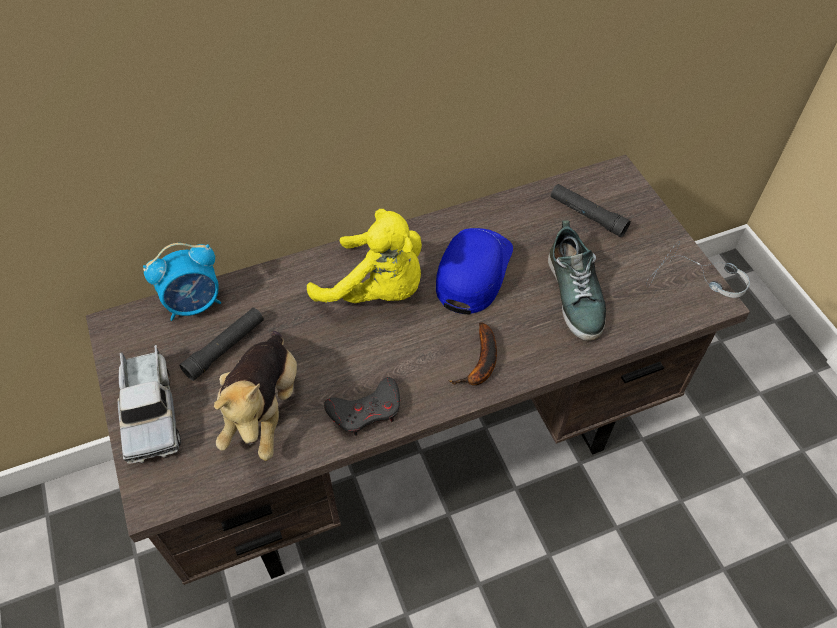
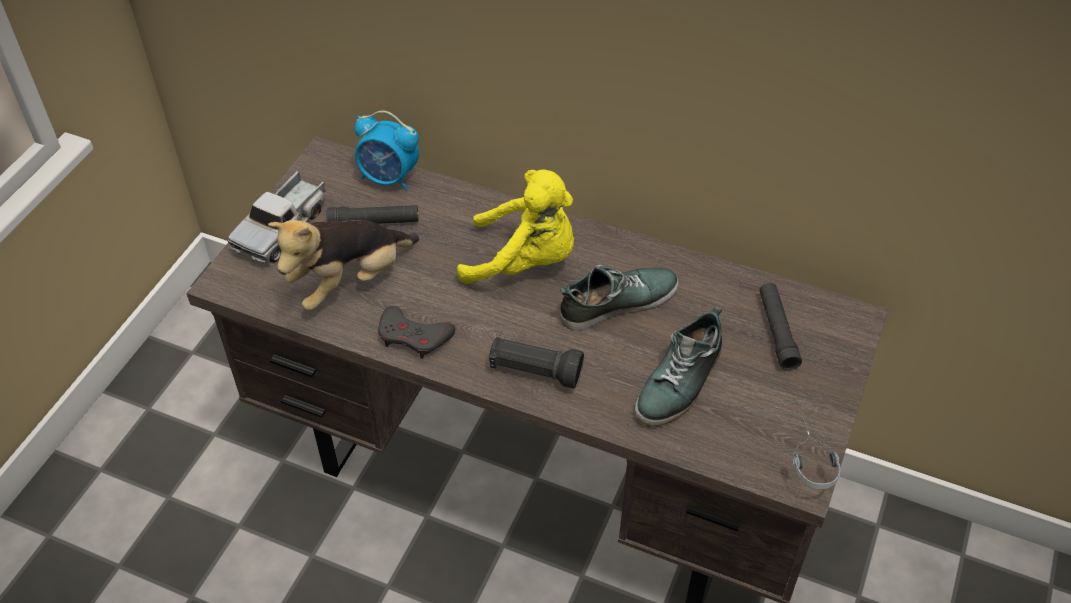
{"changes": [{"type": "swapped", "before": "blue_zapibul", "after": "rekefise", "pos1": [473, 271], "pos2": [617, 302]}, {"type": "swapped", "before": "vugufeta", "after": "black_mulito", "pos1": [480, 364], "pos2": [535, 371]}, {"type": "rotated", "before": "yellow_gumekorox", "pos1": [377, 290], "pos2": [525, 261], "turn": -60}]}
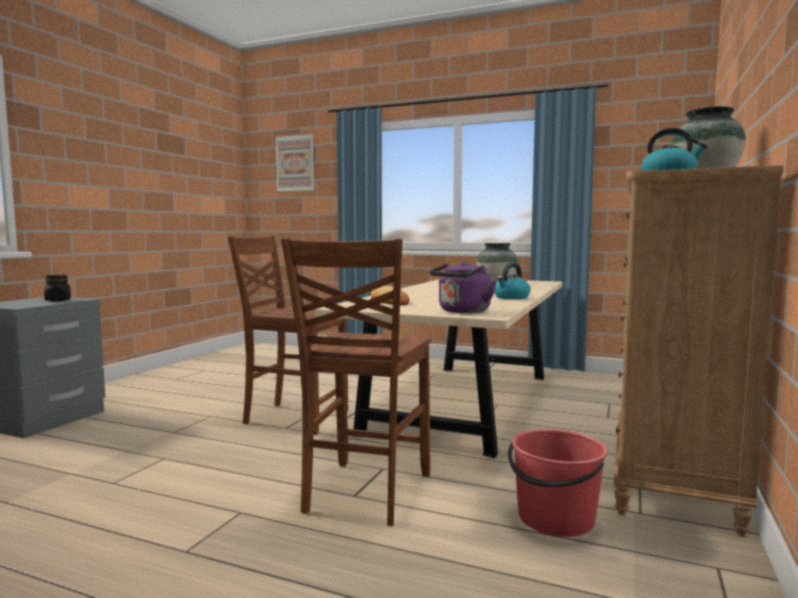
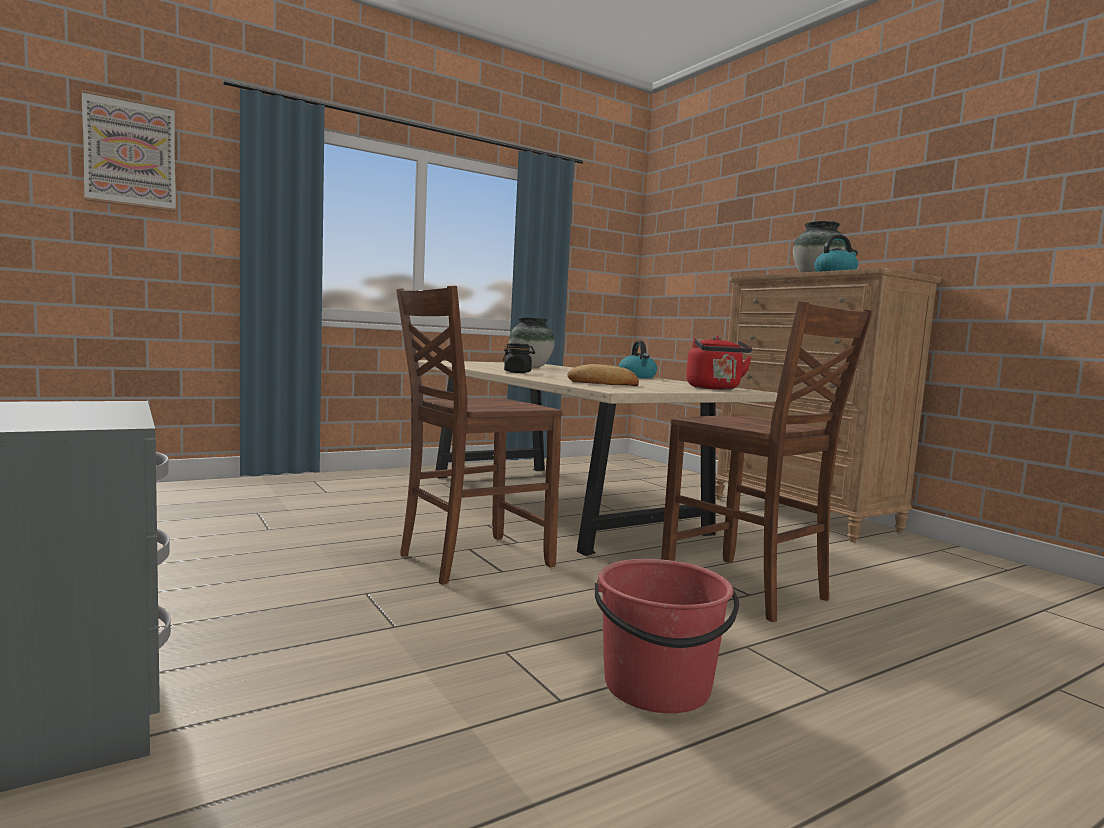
{"changes": [{"type": "shifted", "before": "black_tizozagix", "pos1": [58, 300], "pos2": [518, 372]}, {"type": "shifted", "before": "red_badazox", "pos1": [555, 519], "pos2": [657, 687]}, {"type": "repainted", "before": "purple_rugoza", "after": "red_rugoza", "pos1": [462, 311], "pos2": [715, 388]}]}
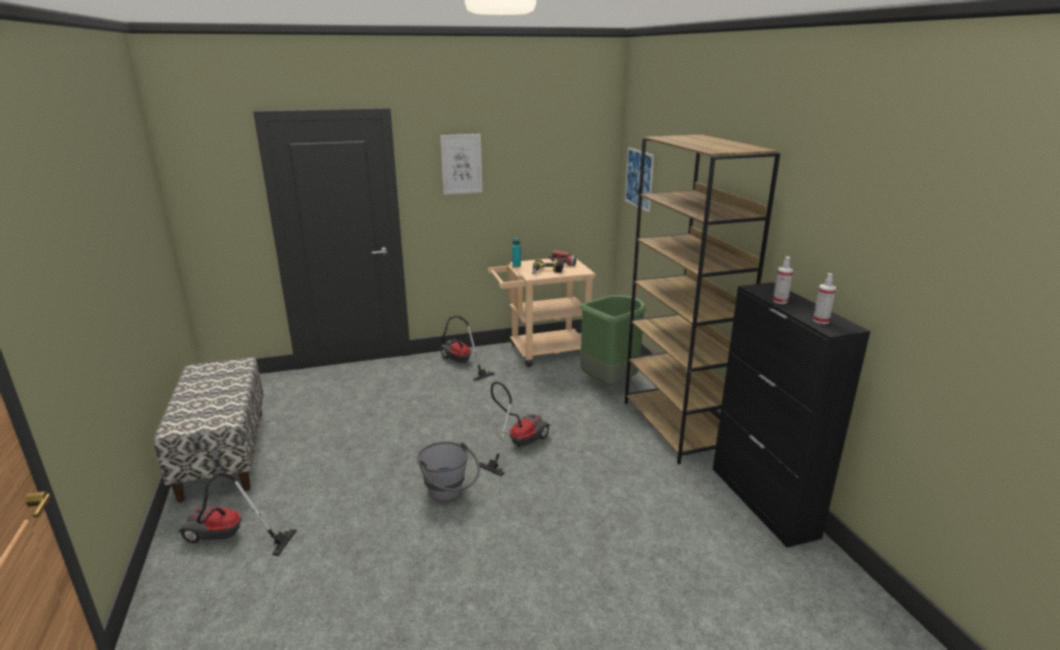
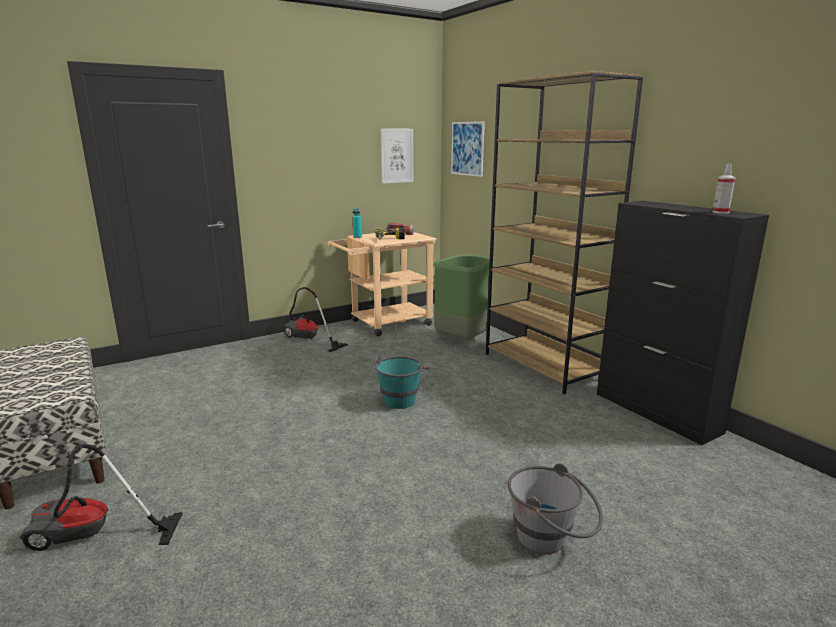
{"changes": [{"type": "gone", "before": "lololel", "pos1": [780, 301]}, {"type": "shifted", "before": "grey_badazox", "pos1": [449, 493], "pos2": [551, 541]}, {"type": "shifted", "before": "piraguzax", "pos1": [461, 164], "pos2": [397, 156]}, {"type": "swapped", "before": "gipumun", "after": "turquoise_badazox", "pos1": [517, 444], "pos2": [401, 398]}]}
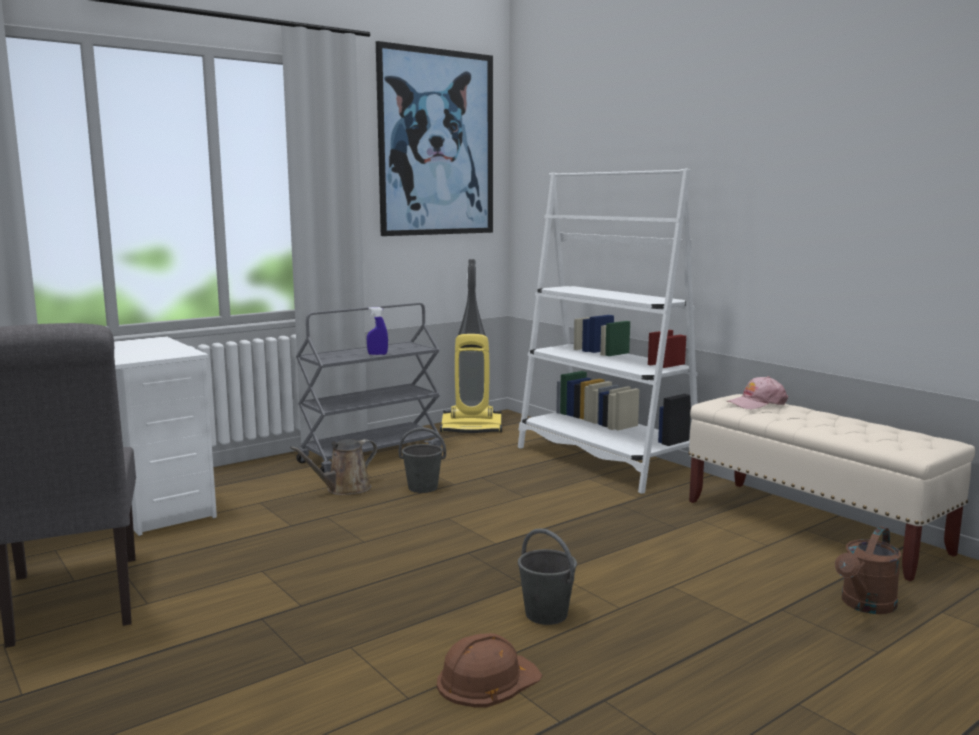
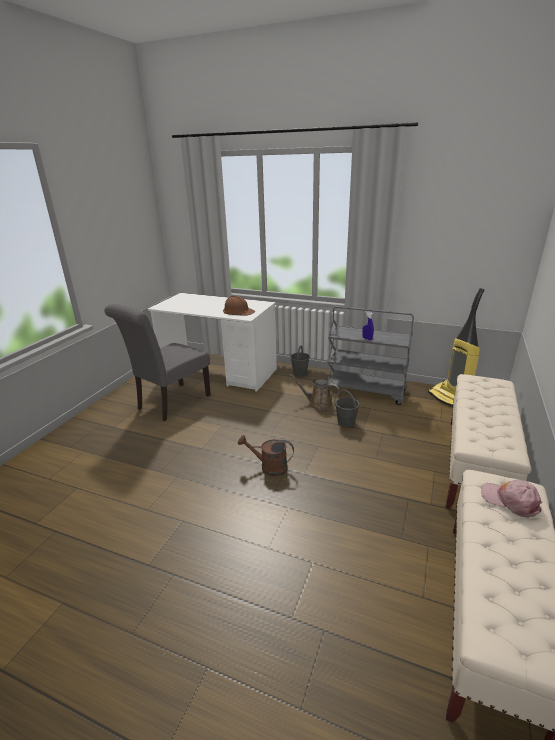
{"changes": [{"type": "gone", "before": "piraguzax", "pos1": [436, 143]}, {"type": "shifted", "before": "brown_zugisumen", "pos1": [487, 679], "pos2": [238, 311]}, {"type": "shifted", "before": "grey_badazox", "pos1": [545, 614], "pos2": [300, 373]}, {"type": "shifted", "before": "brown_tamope", "pos1": [865, 605], "pos2": [269, 467]}, {"type": "swapped", "before": "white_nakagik", "after": "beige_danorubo", "pos1": [604, 460], "pos2": [475, 466]}]}
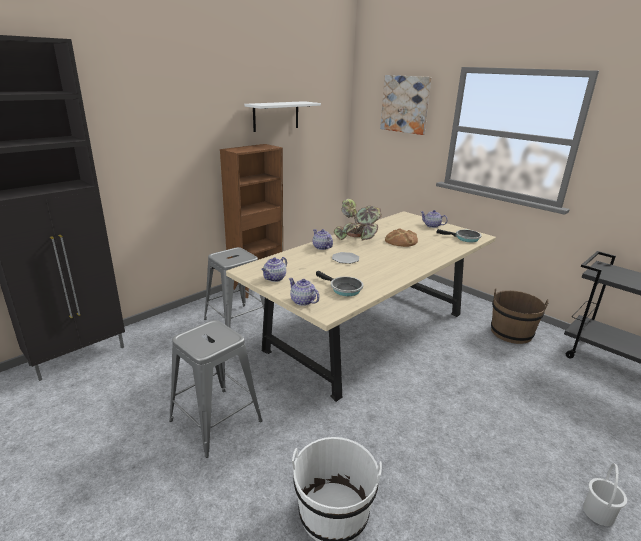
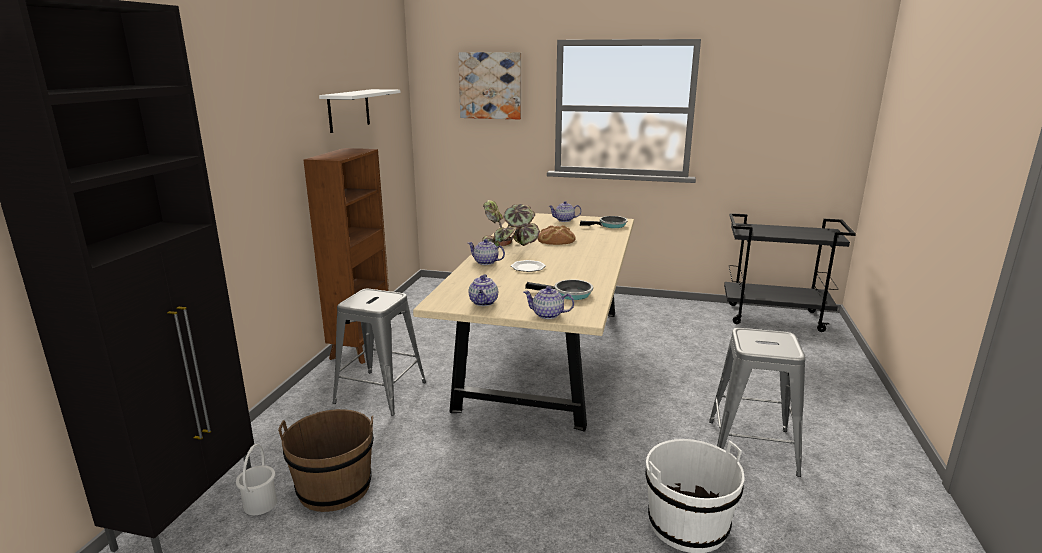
{"changes": [{"type": "shifted", "before": "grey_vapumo", "pos1": [216, 421], "pos2": [752, 447]}, {"type": "shifted", "before": "brown_badazox", "pos1": [511, 333], "pos2": [334, 487]}, {"type": "shifted", "before": "white_badazox", "pos1": [599, 513], "pos2": [261, 504]}]}
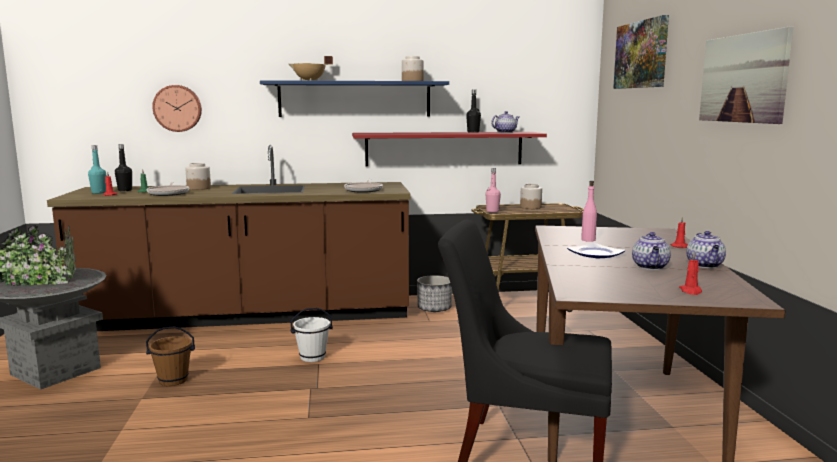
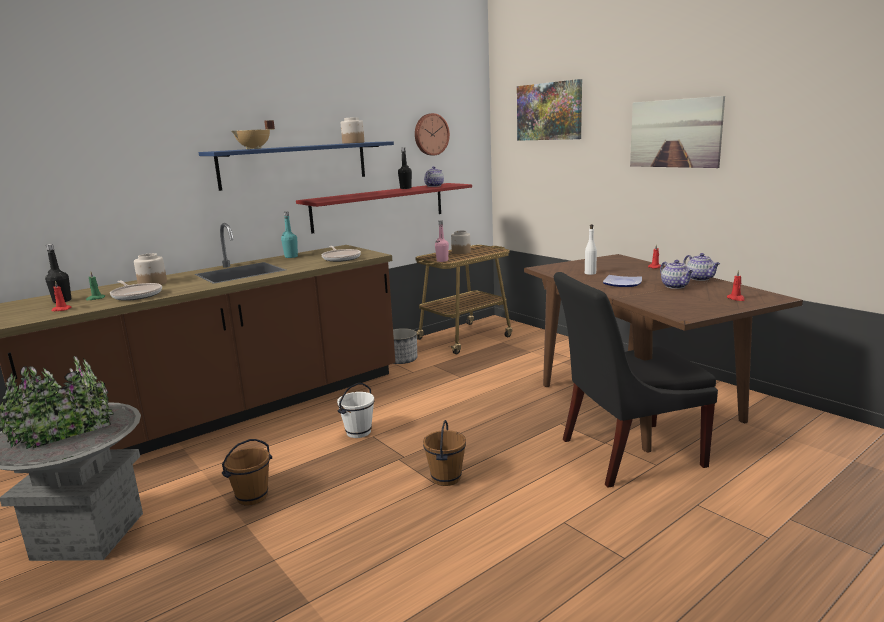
{"changes": [{"type": "new", "after": "brown_badazox", "pos2": [445, 478]}, {"type": "shifted", "before": "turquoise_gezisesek", "pos1": [99, 192], "pos2": [291, 257]}, {"type": "shifted", "before": "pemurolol", "pos1": [177, 108], "pos2": [430, 134]}, {"type": "repainted", "before": "pink_gezisesek", "after": "white_gezisesek", "pos1": [588, 240], "pos2": [590, 273]}]}
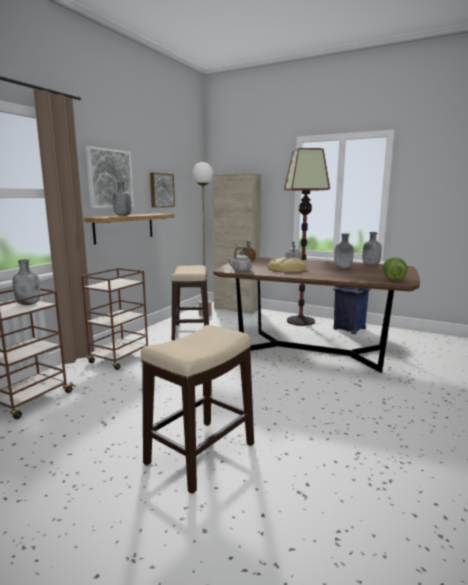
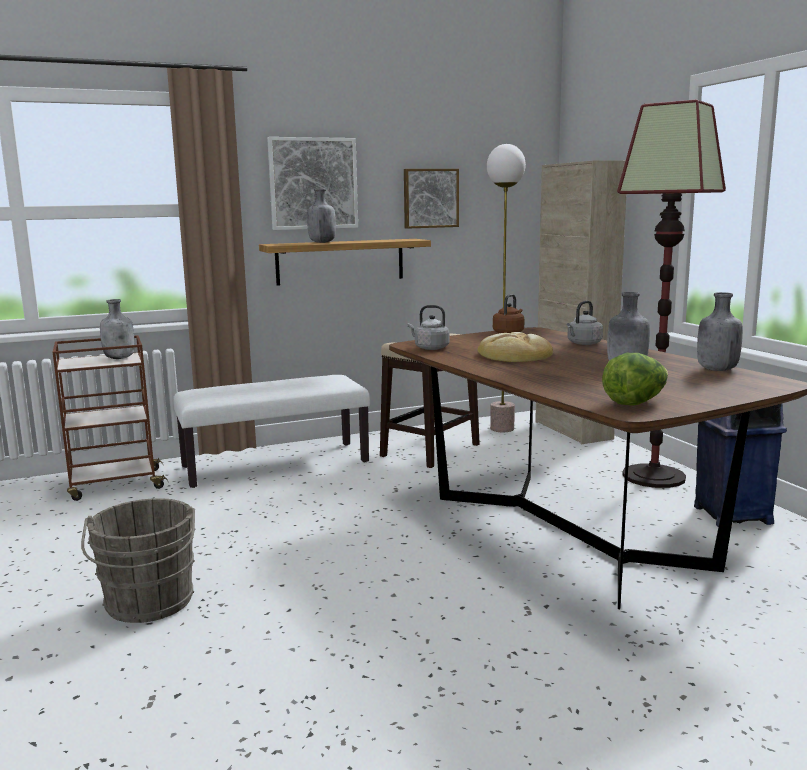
{"changes": [{"type": "swapped", "before": "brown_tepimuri", "after": "white_danorubo", "pos1": [120, 358], "pos2": [276, 464]}, {"type": "swapped", "before": "vapumo", "after": "grey_badazox", "pos1": [201, 453], "pos2": [149, 604]}]}
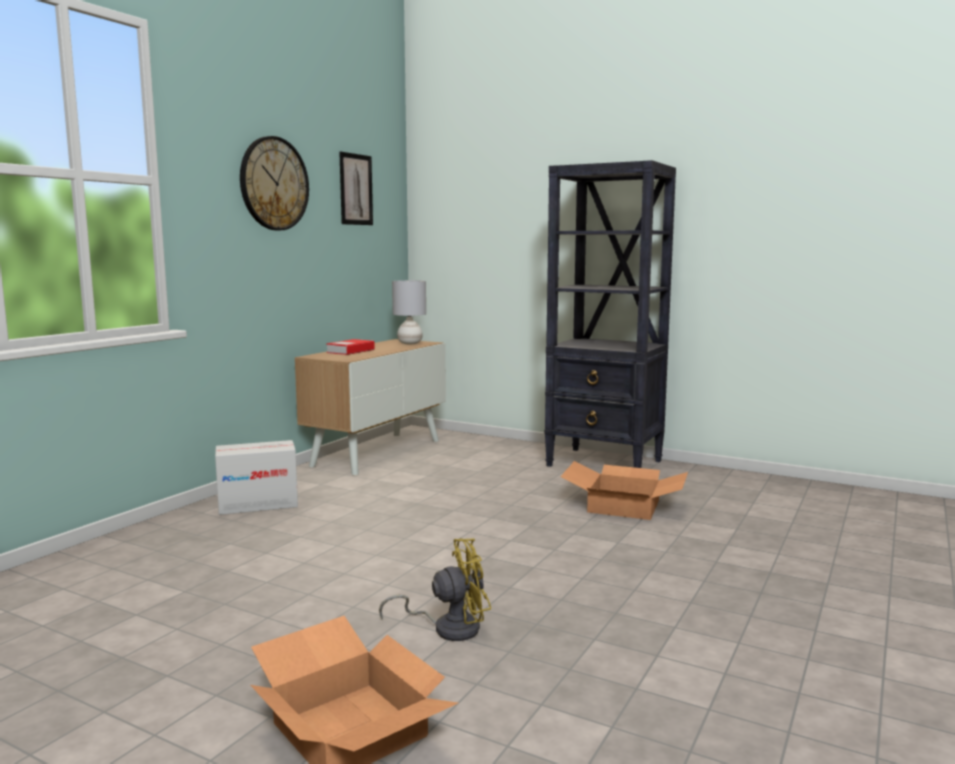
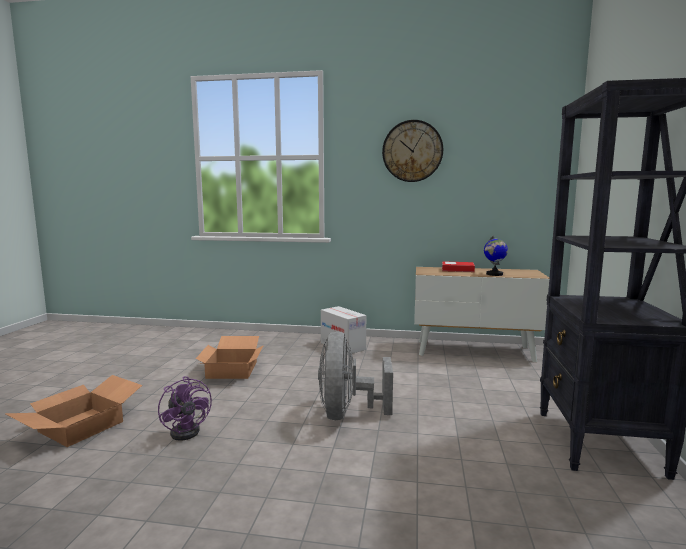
{"changes": [{"type": "gone", "before": "piraguzax", "pos1": [356, 189]}, {"type": "gone", "before": "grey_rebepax", "pos1": [409, 343]}, {"type": "new", "after": "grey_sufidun", "pos2": [348, 413]}, {"type": "new", "after": "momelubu", "pos2": [494, 274]}, {"type": "shifted", "before": "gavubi", "pos1": [625, 506], "pos2": [232, 370]}, {"type": "repainted", "before": "yellow_sufidun", "after": "purple_sufidun", "pos1": [448, 628], "pos2": [189, 430]}]}
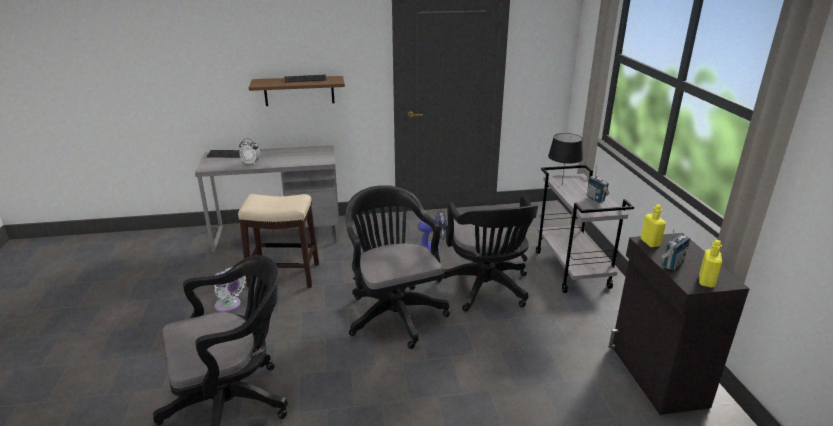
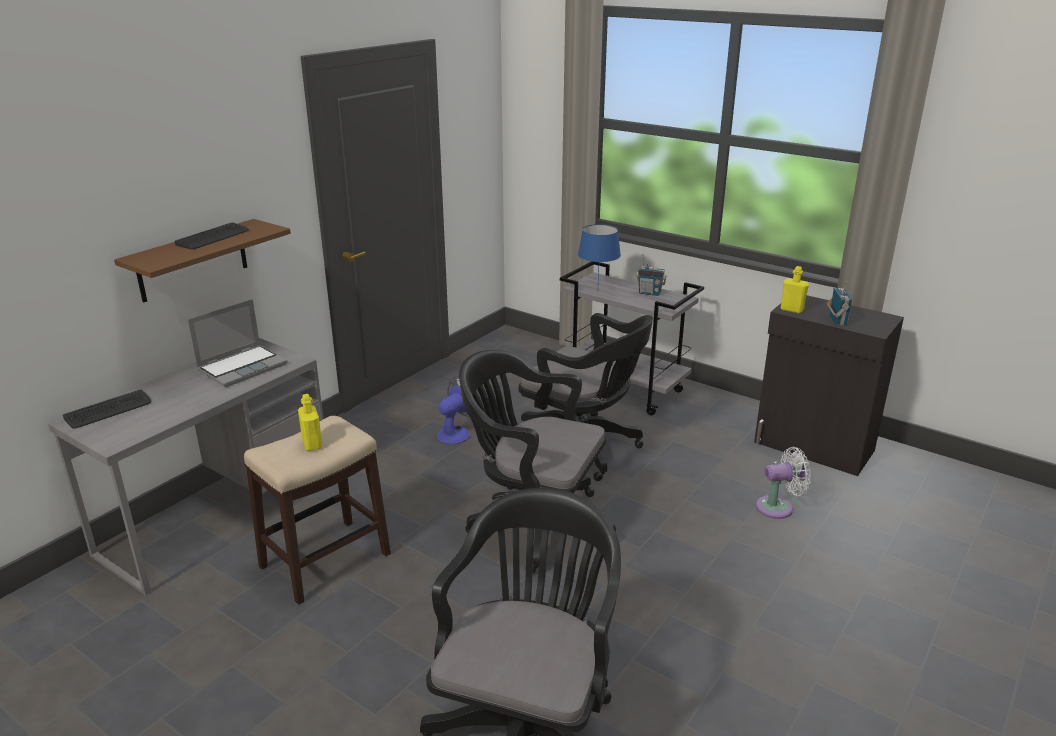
{"changes": [{"type": "gone", "before": "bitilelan", "pos1": [251, 163]}, {"type": "new", "after": "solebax", "pos2": [243, 367]}, {"type": "shifted", "before": "white_sufidun", "pos1": [229, 306], "pos2": [778, 507]}, {"type": "shifted", "before": "yellow_gezisesek", "pos1": [706, 281], "pos2": [312, 444]}, {"type": "repainted", "before": "black_rebepax", "after": "blue_rebepax", "pos1": [562, 185], "pos2": [598, 290]}]}
